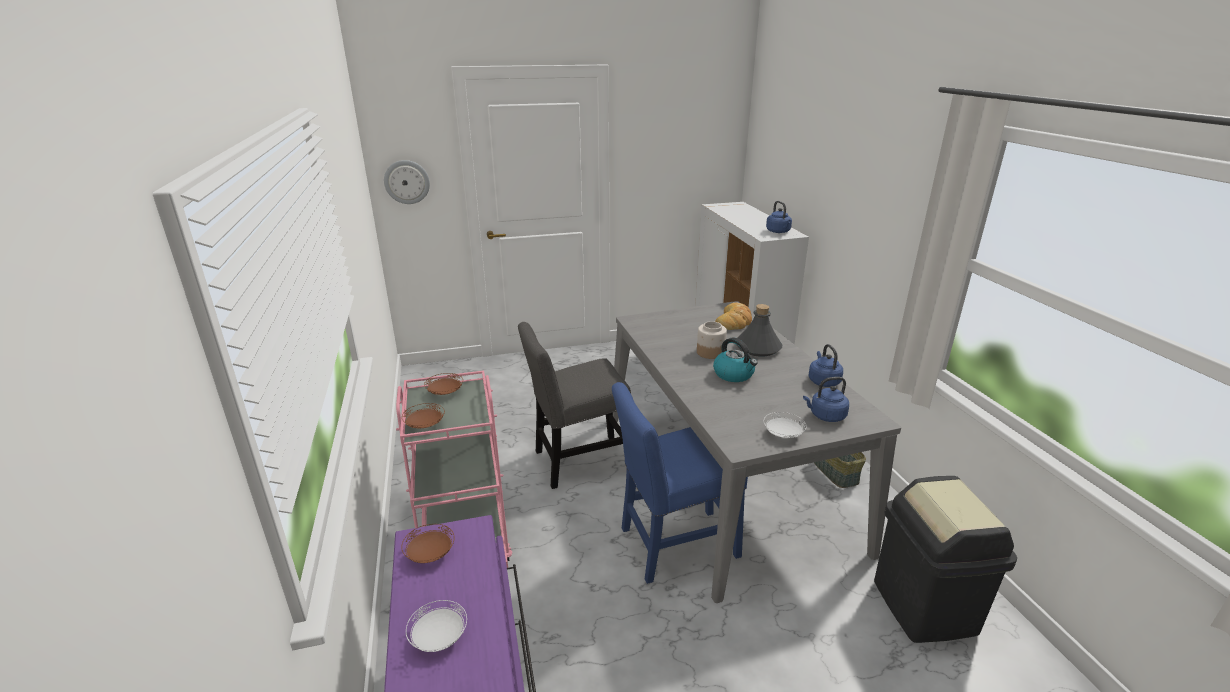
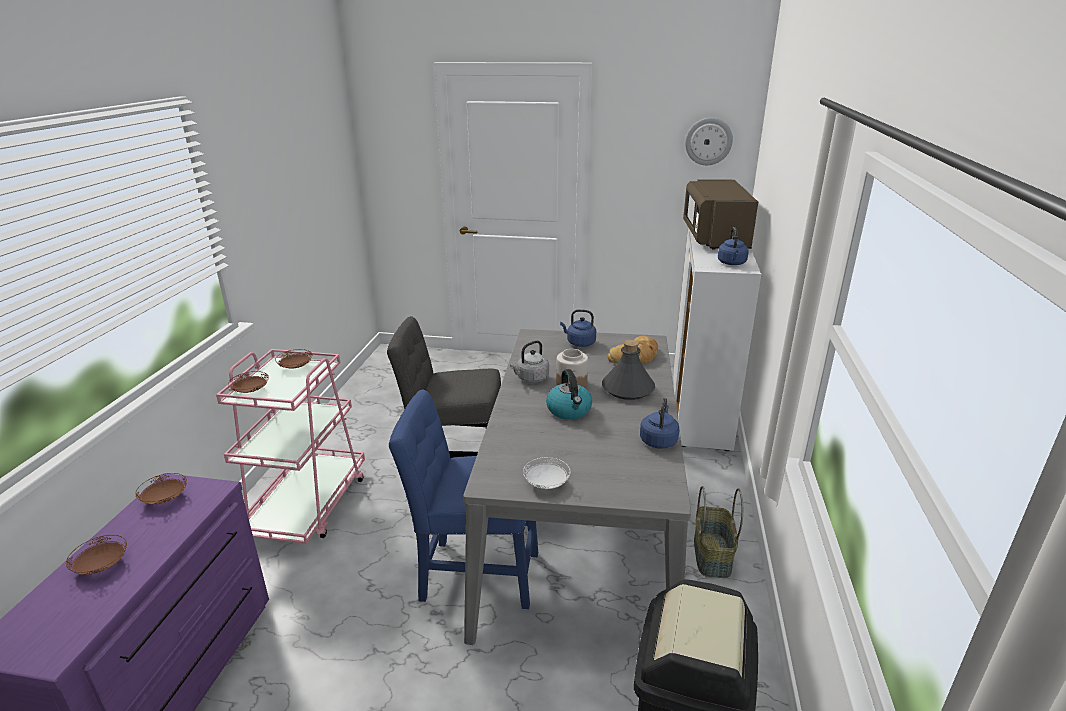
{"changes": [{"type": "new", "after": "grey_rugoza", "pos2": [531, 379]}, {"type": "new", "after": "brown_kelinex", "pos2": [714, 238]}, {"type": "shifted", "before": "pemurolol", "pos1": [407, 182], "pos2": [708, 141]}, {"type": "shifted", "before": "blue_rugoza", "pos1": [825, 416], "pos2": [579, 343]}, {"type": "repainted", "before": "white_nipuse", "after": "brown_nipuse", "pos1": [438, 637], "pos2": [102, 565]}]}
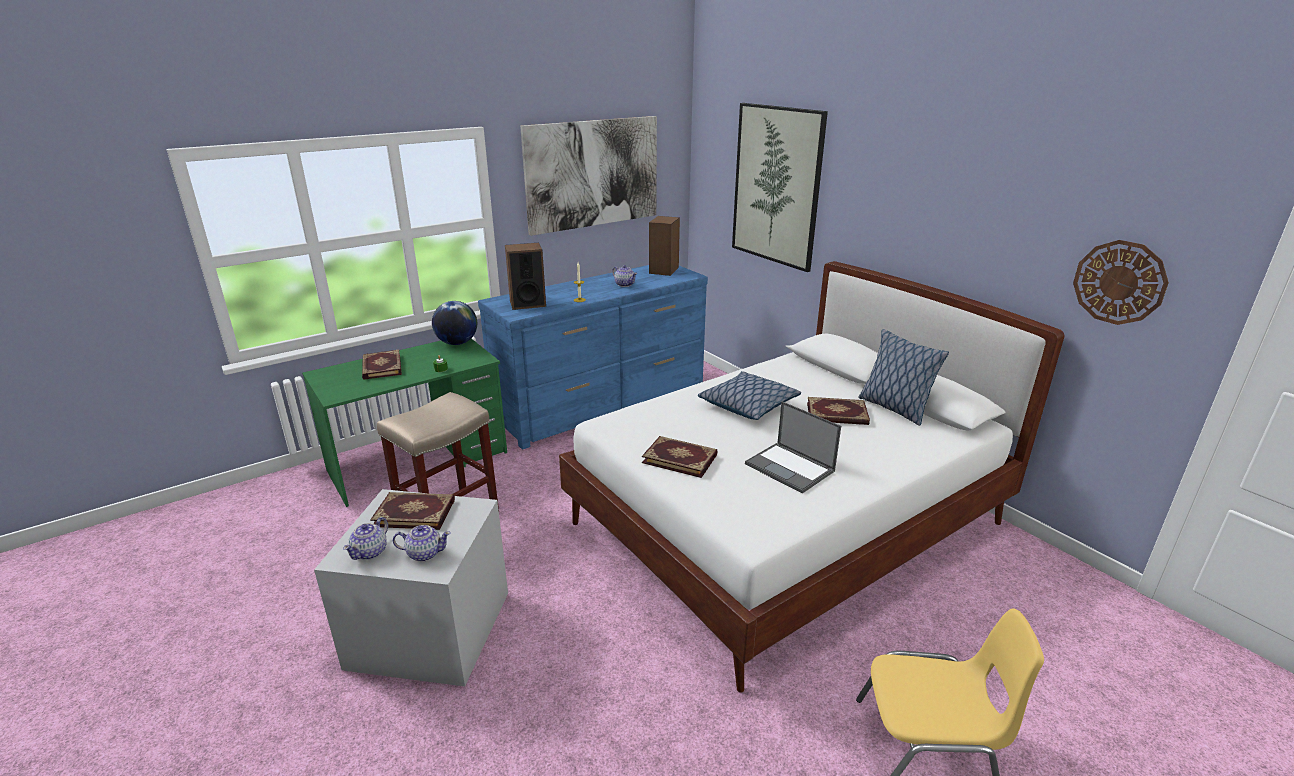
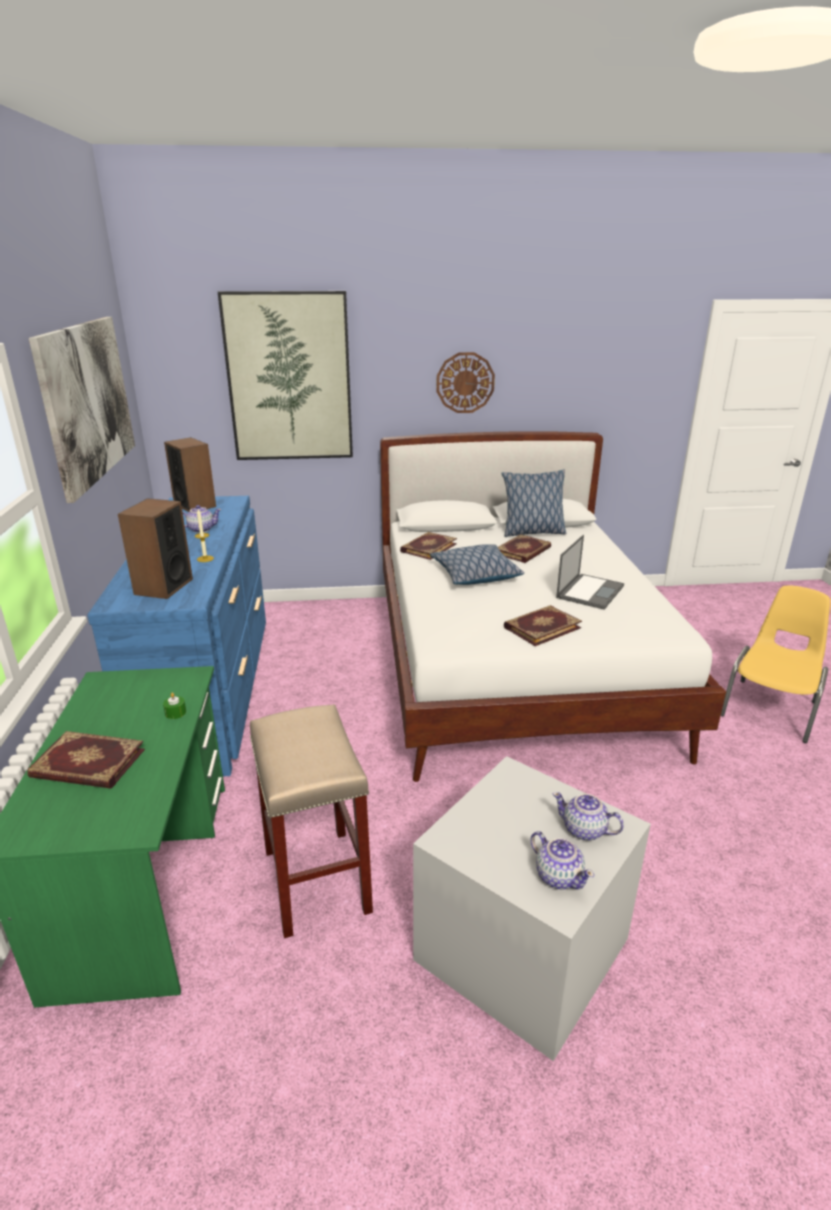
{"changes": [{"type": "gone", "before": "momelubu", "pos1": [457, 343]}, {"type": "shifted", "before": "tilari", "pos1": [415, 512], "pos2": [428, 547]}, {"type": "shifted", "before": "pemurolol", "pos1": [1119, 282], "pos2": [465, 382]}, {"type": "rotated", "before": "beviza", "pos1": [424, 553], "pos2": [584, 830], "turn": -90}, {"type": "rotated", "before": "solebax", "pos1": [790, 468], "pos2": [590, 591], "turn": -45}]}
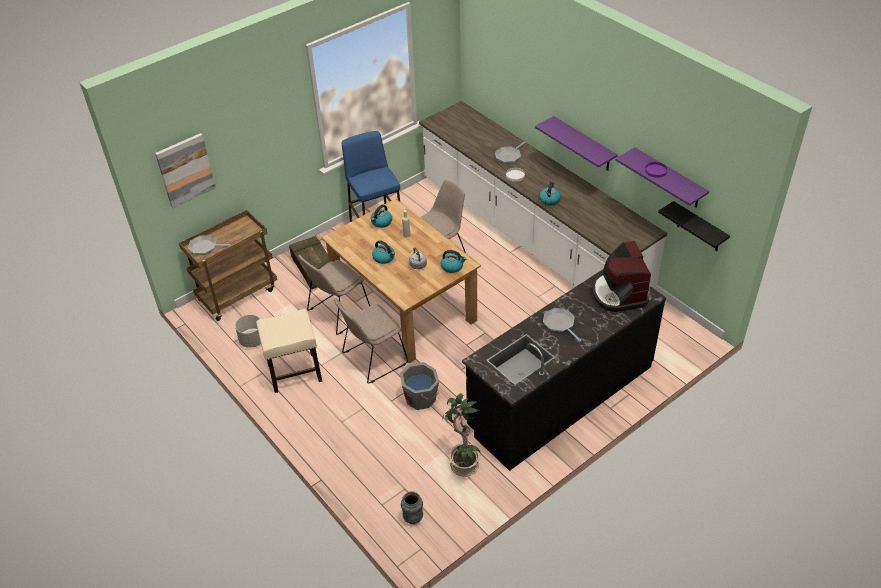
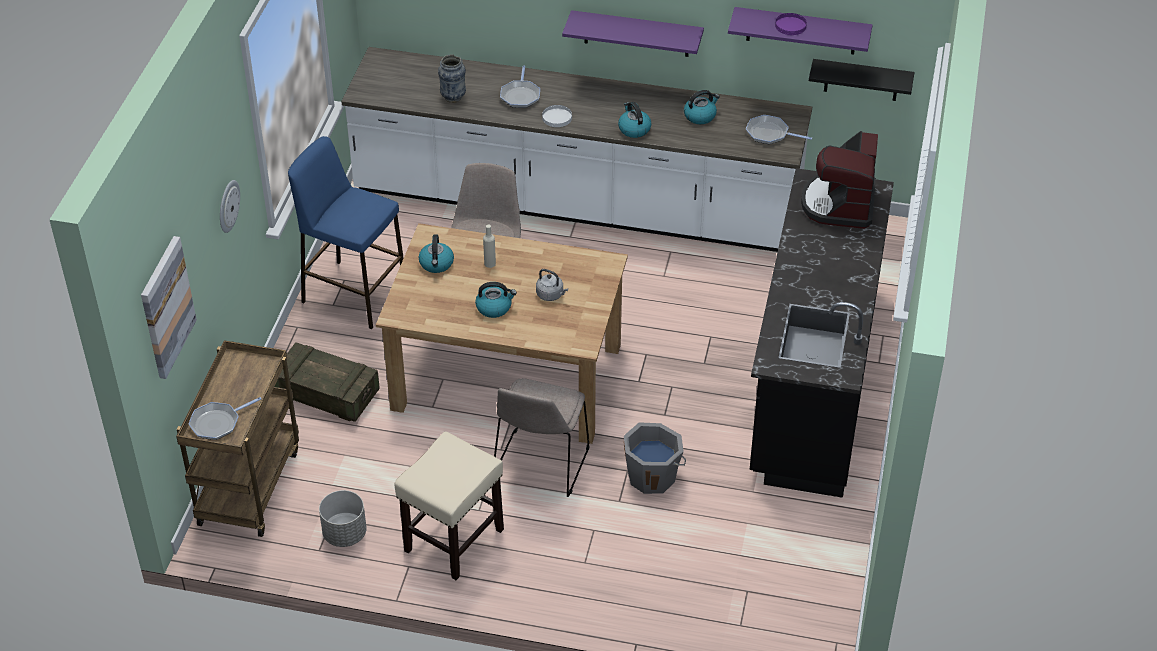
{"changes": [{"type": "gone", "before": "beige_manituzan", "pos1": [337, 313]}, {"type": "gone", "before": "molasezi", "pos1": [463, 464]}, {"type": "new", "after": "pemurolol", "pos2": [228, 206]}, {"type": "shifted", "before": "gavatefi", "pos1": [413, 518], "pos2": [453, 97]}, {"type": "shifted", "before": "rugoza", "pos1": [452, 266], "pos2": [700, 116]}, {"type": "shifted", "before": "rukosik", "pos1": [559, 324], "pos2": [769, 134]}, {"type": "rotated", "before": "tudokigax", "pos1": [618, 293], "pos2": [839, 203], "turn": 60}]}
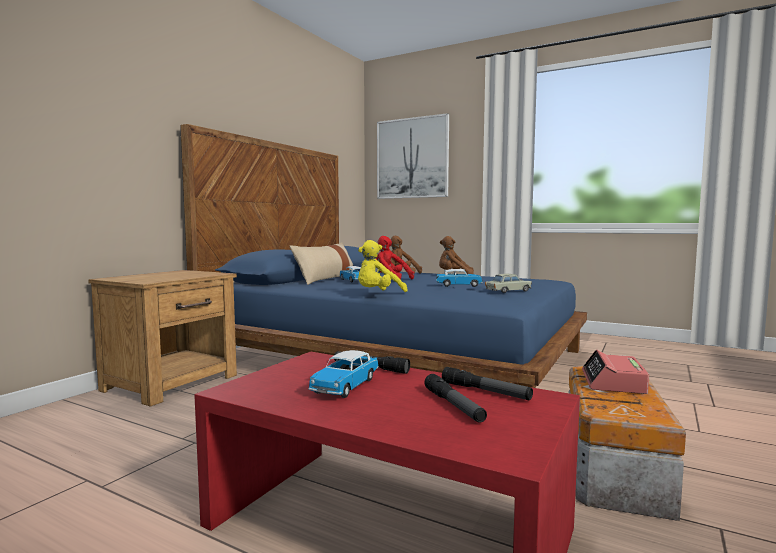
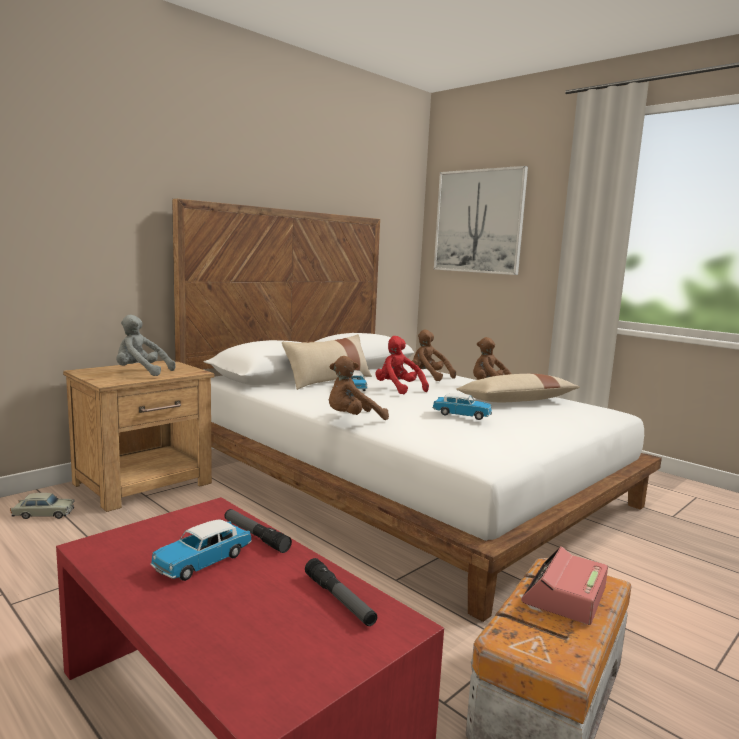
{"changes": [{"type": "gone", "before": "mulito", "pos1": [453, 405]}, {"type": "new", "after": "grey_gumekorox", "pos2": [141, 372]}, {"type": "new", "after": "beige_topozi", "pos2": [517, 401]}, {"type": "shifted", "before": "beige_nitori", "pos1": [508, 291], "pos2": [43, 514]}, {"type": "repainted", "before": "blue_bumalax", "after": "white_bumalax", "pos1": [397, 356], "pos2": [402, 481]}, {"type": "repainted", "before": "yellow_gumekorox", "after": "brown_gumekorox", "pos1": [378, 294], "pos2": [352, 419]}]}
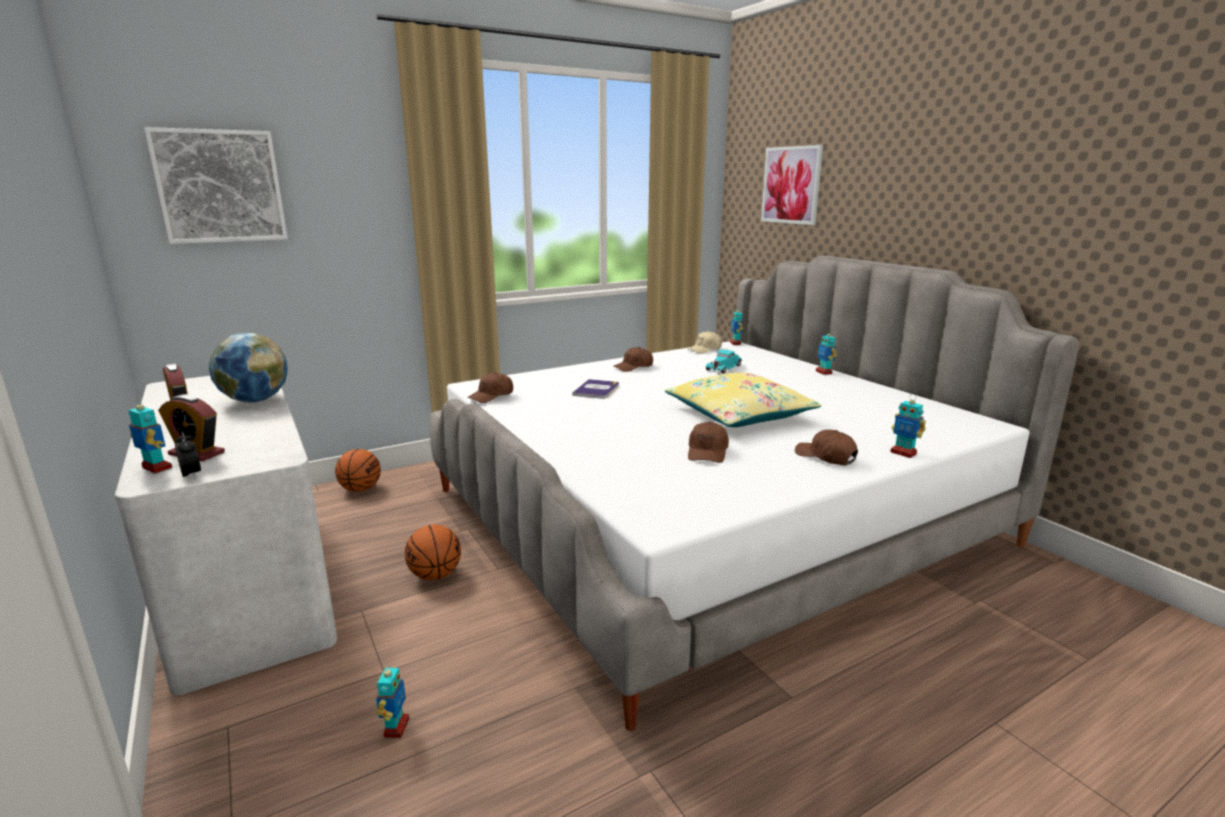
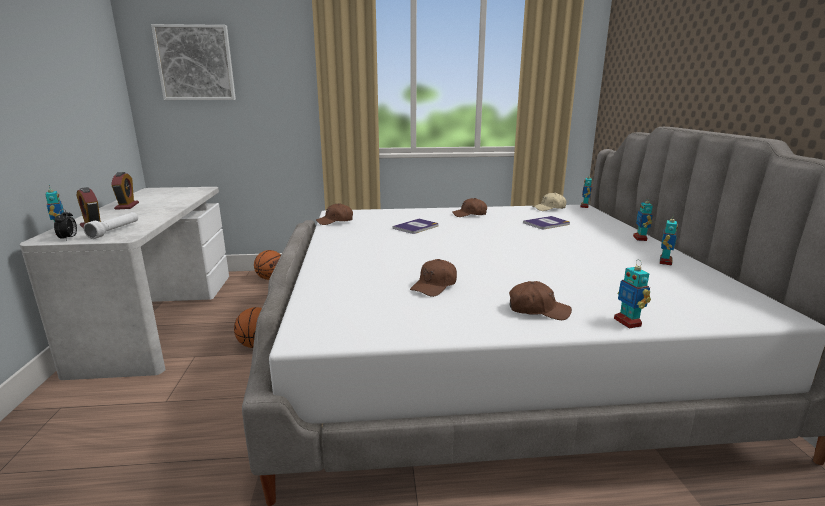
{"changes": [{"type": "gone", "before": "momelubu", "pos1": [255, 400]}, {"type": "gone", "before": "yellow_topozi", "pos1": [738, 414]}, {"type": "gone", "before": "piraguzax", "pos1": [791, 185]}, {"type": "new", "after": "white_mulito", "pos2": [115, 231]}, {"type": "shifted", "before": "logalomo", "pos1": [396, 727], "pos2": [665, 262]}, {"type": "swapped", "before": "turquoise_nitori", "after": "tilari", "pos1": [724, 367], "pos2": [547, 223]}, {"type": "rotated", "before": "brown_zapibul", "pos1": [825, 457], "pos2": [538, 310], "turn": 120}]}
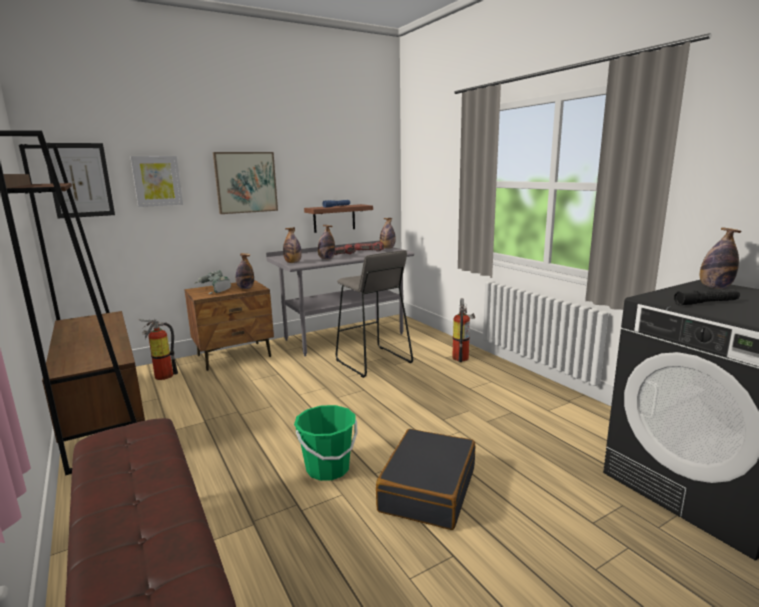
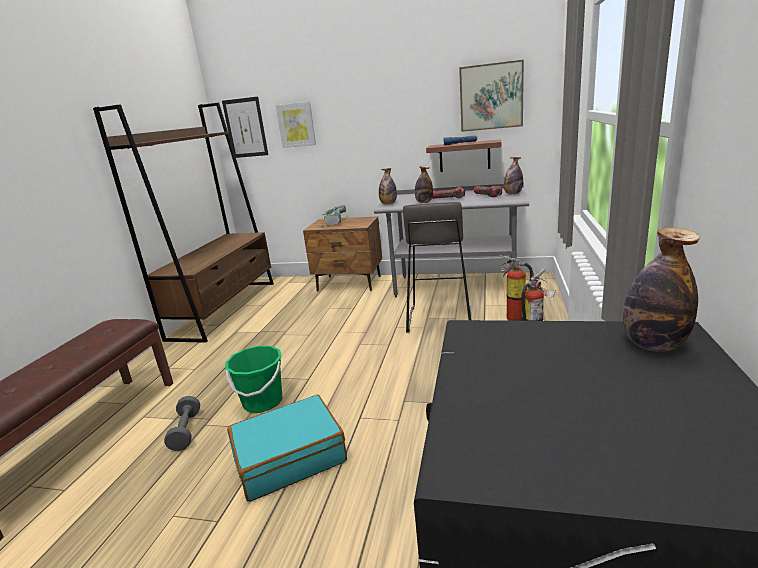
{"changes": [{"type": "gone", "before": "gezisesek", "pos1": [245, 288]}, {"type": "gone", "before": "black_mulito", "pos1": [706, 303]}, {"type": "new", "after": "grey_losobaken", "pos2": [186, 431]}, {"type": "shifted", "before": "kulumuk", "pos1": [161, 376], "pos2": [513, 317]}, {"type": "shifted", "before": "piraguzax", "pos1": [246, 182], "pos2": [491, 97]}, {"type": "repainted", "before": "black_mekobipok", "after": "turquoise_mekobipok", "pos1": [427, 489], "pos2": [289, 457]}]}
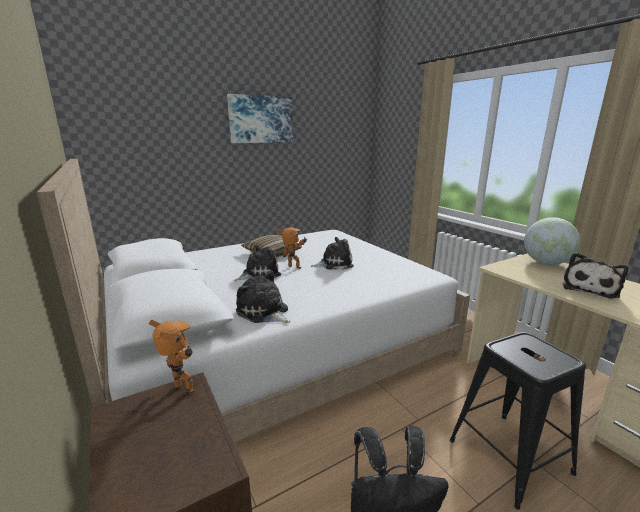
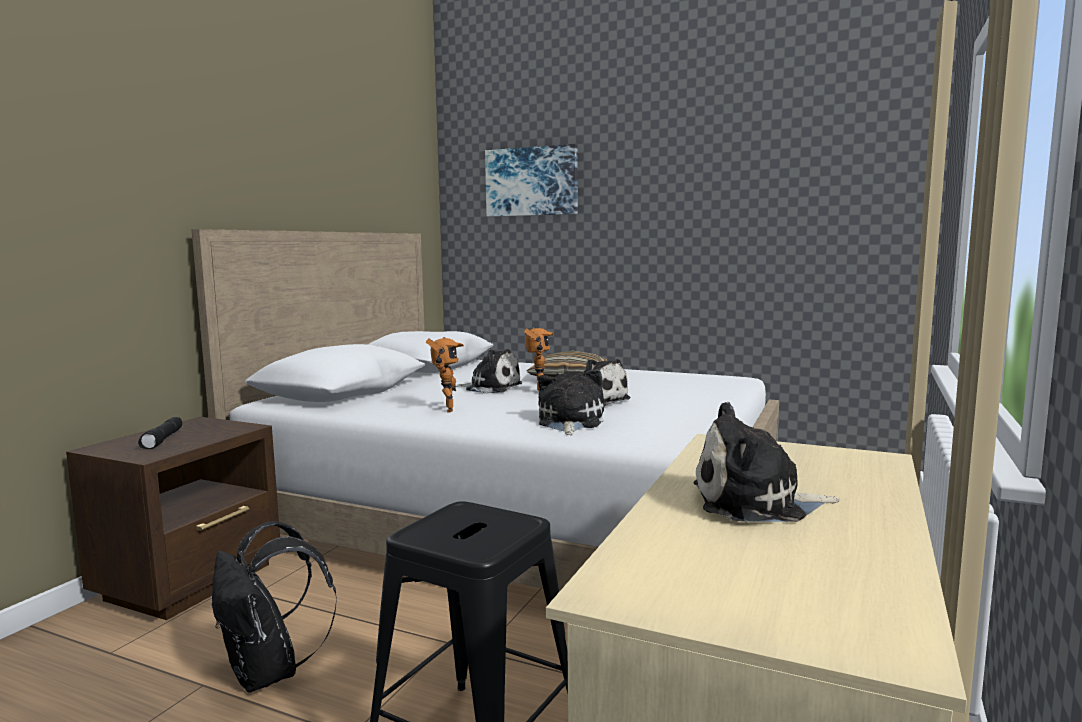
{"changes": [{"type": "gone", "before": "momelubu", "pos1": [546, 263]}, {"type": "new", "after": "black_mulito", "pos2": [163, 440]}, {"type": "shifted", "before": "logalomo", "pos1": [182, 391], "pos2": [445, 410]}, {"type": "shifted", "before": "piraguzax", "pos1": [261, 119], "pos2": [532, 181]}, {"type": "shifted", "before": "gumekorox", "pos1": [264, 312], "pos2": [569, 422]}]}
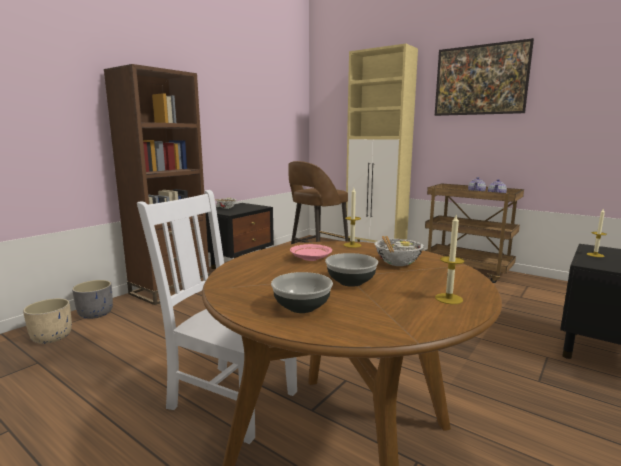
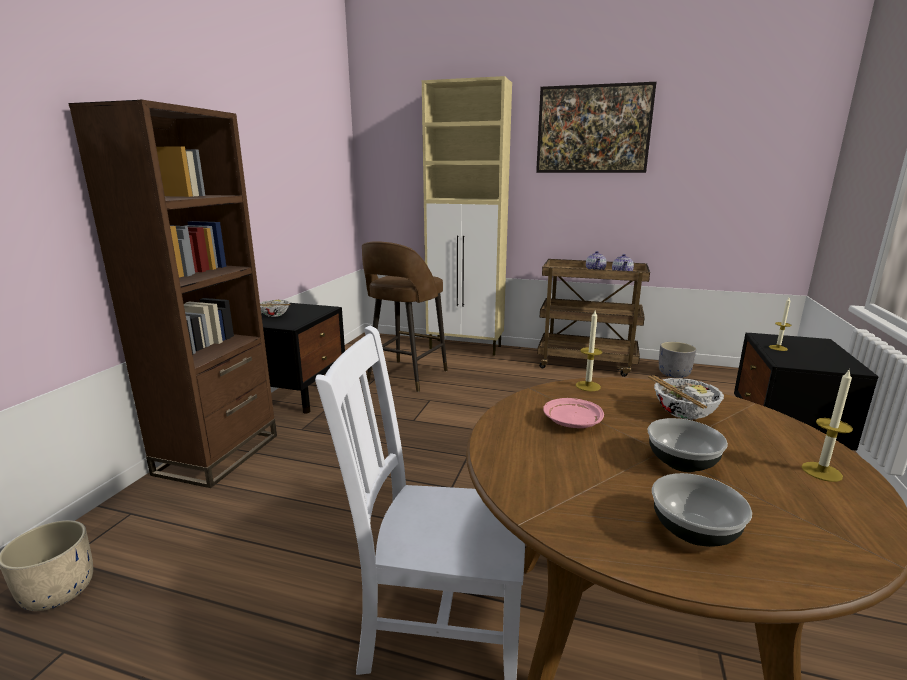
{"changes": [{"type": "shifted", "before": "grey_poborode", "pos1": [95, 313], "pos2": [673, 373]}]}
